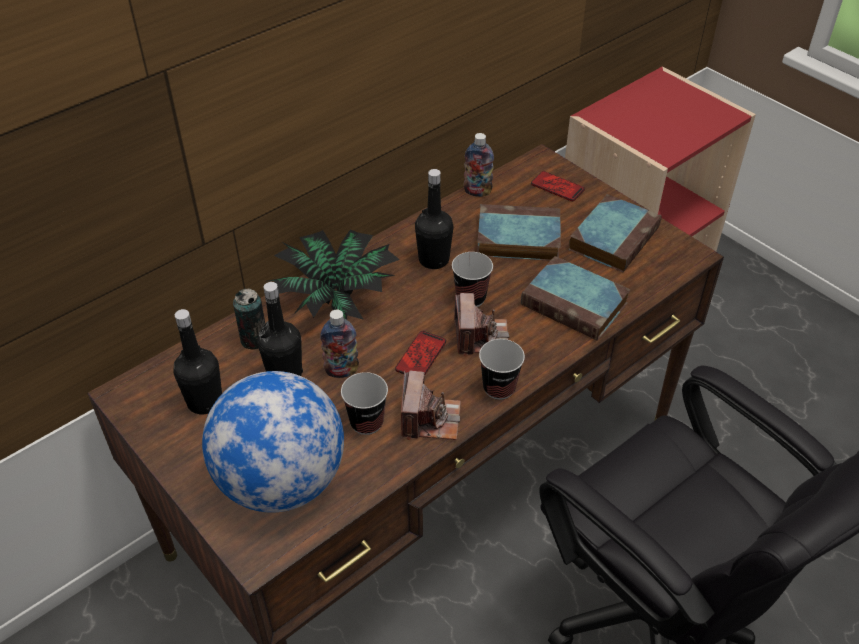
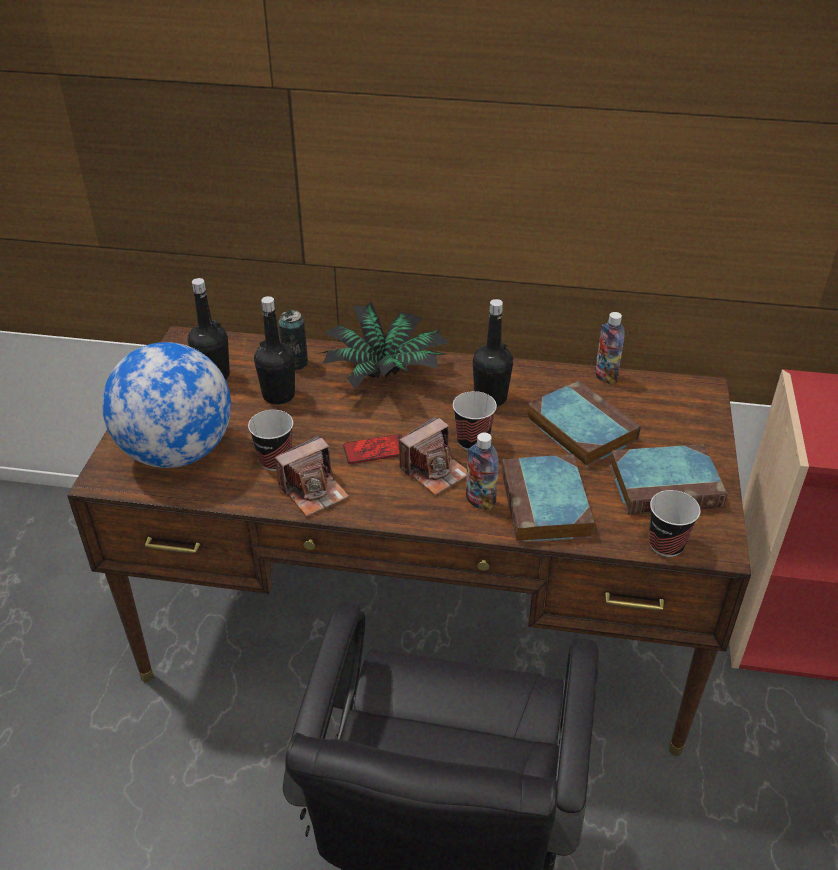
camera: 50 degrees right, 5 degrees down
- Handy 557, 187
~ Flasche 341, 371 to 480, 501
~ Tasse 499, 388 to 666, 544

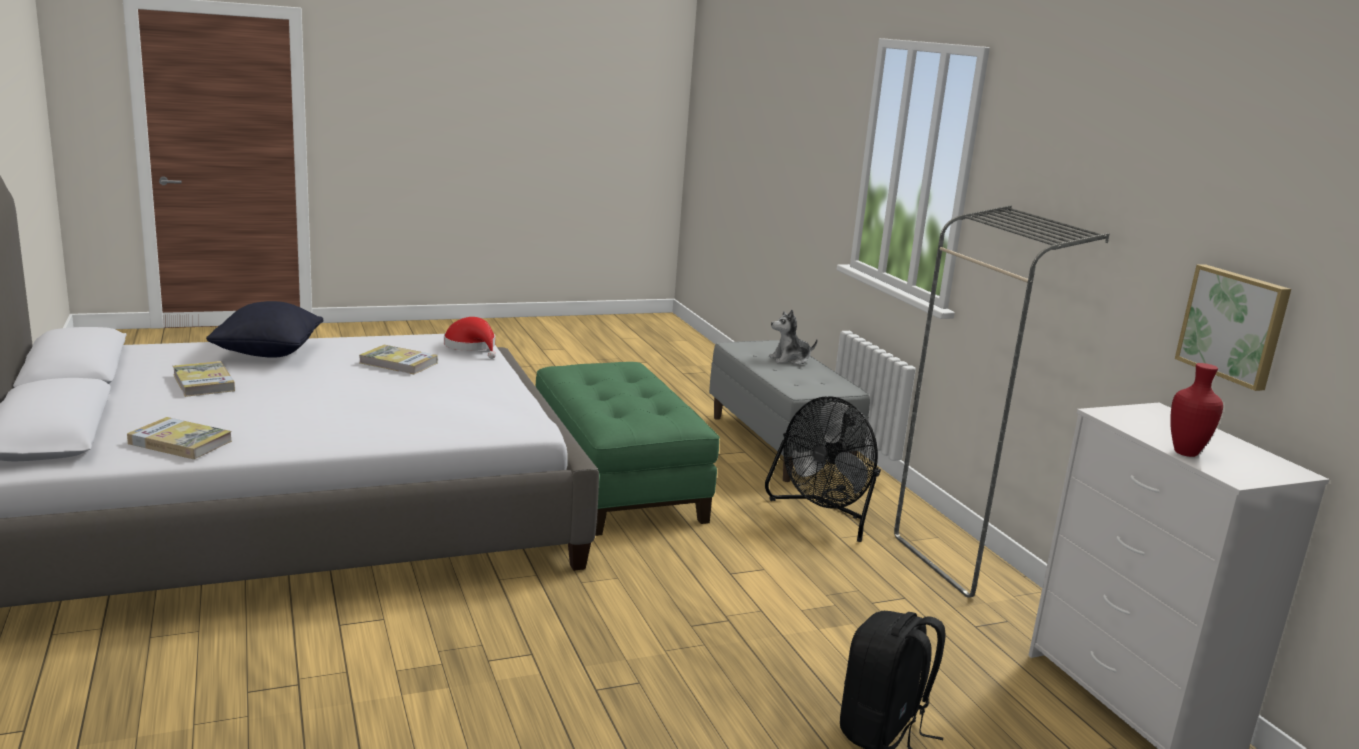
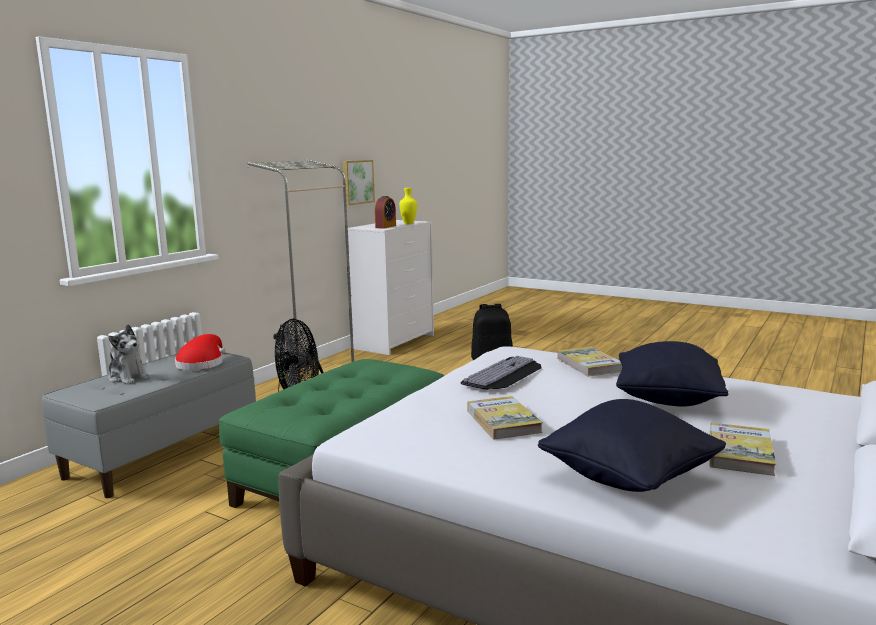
camera: 125 degrees left, 5 degrees down
+ Wecker 385, 227
+ Tastatur 505, 374
+ Kissen [schwarz] 667, 400
~ Buch 180, 442 to 589, 364
~ Hut [rot] 472, 346 to 202, 363
~ Vase [rot] 1184, 452 to Vase [gelb] 408, 224

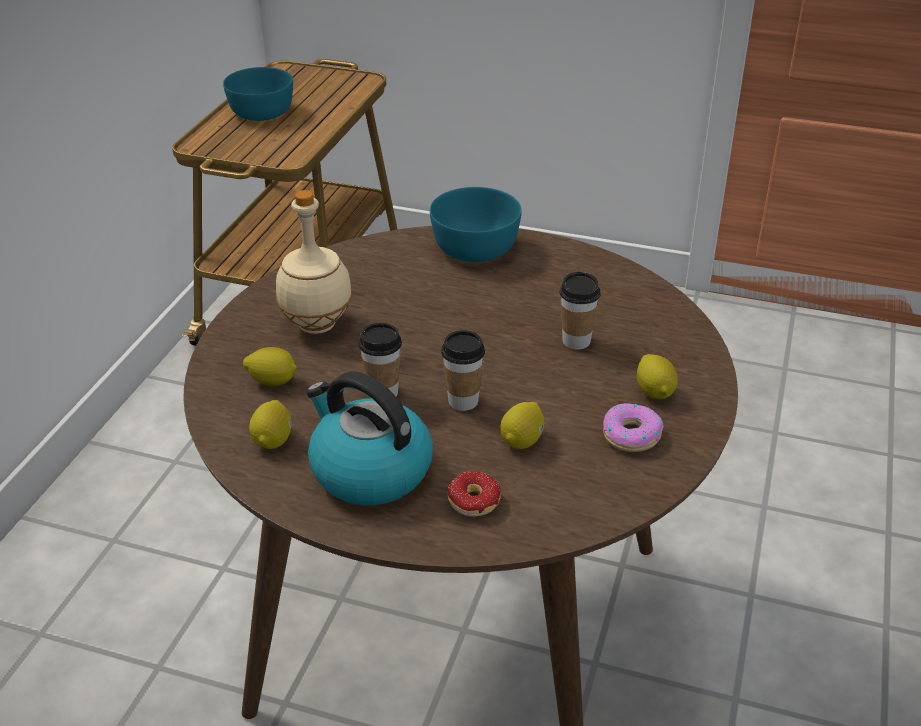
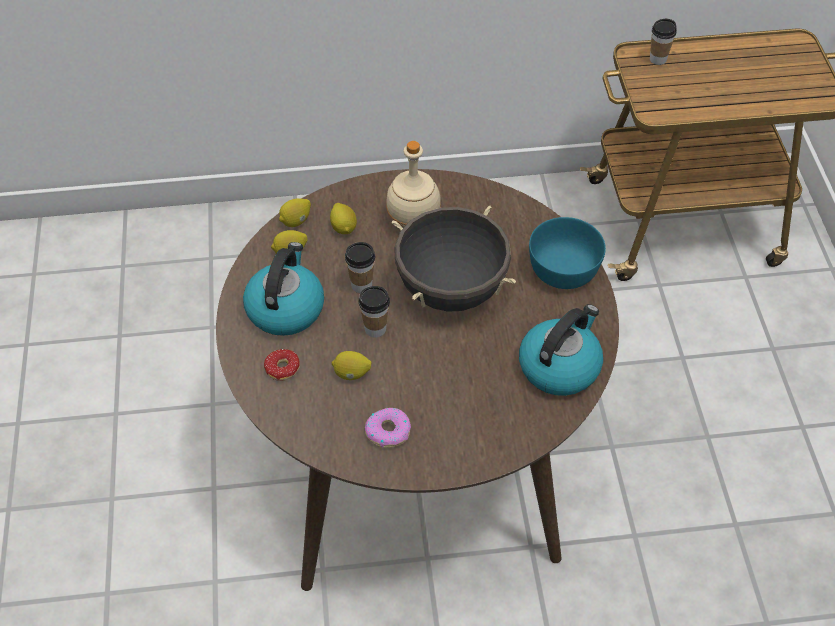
camera: 65 degrees right, 15 degrees up
- Schüssel [türkis] 263, 112
+ Kochtopf [schwarz] 451, 290
+ Wasserkessel 559, 366
~ Tasse 576, 341 to 658, 59
~ Zitrone 654, 391 to 296, 221

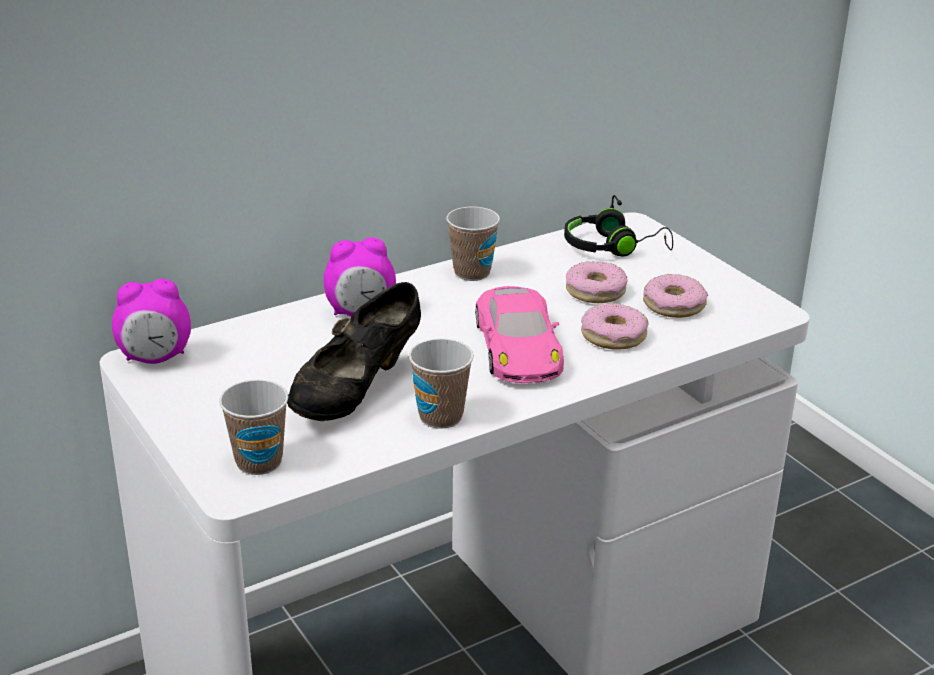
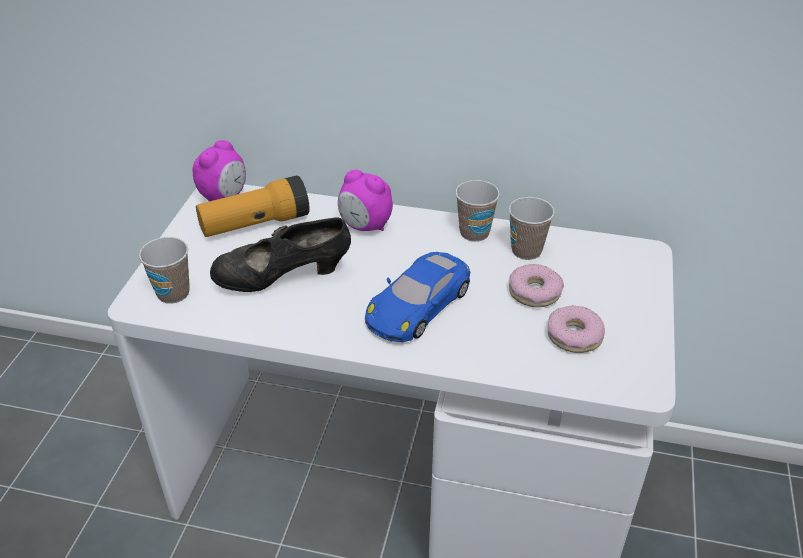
camera: 45 degrees right, 10 degrees up
- Kopfhörer [schwarz] 613, 247
- Donut 613, 336
+ Taschenlampe 255, 224
~ Tasse 440, 417 to 526, 251
~ Spielzeugauto [rosa] 517, 347 to Spielzeugauto [blau] 418, 304
~ Wecker 155, 359 = 224, 197 90 degrees counterclockwise

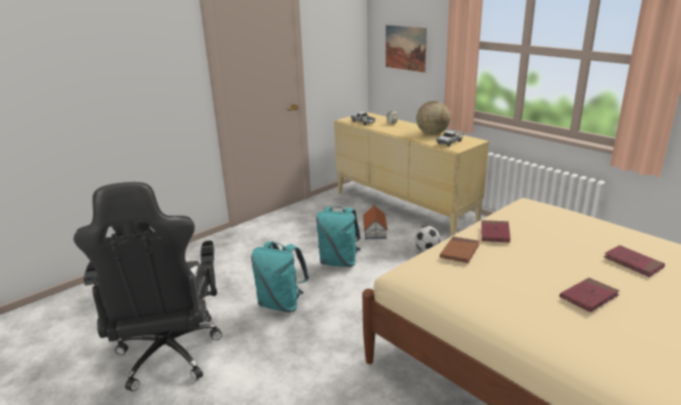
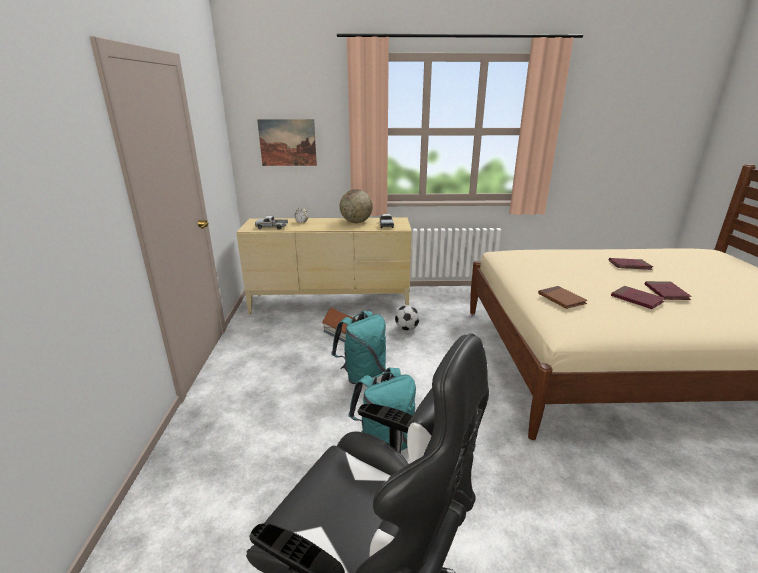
camera: 50 degrees left, 0 degrees up
~ Buch [rot] 495, 233 to 636, 299

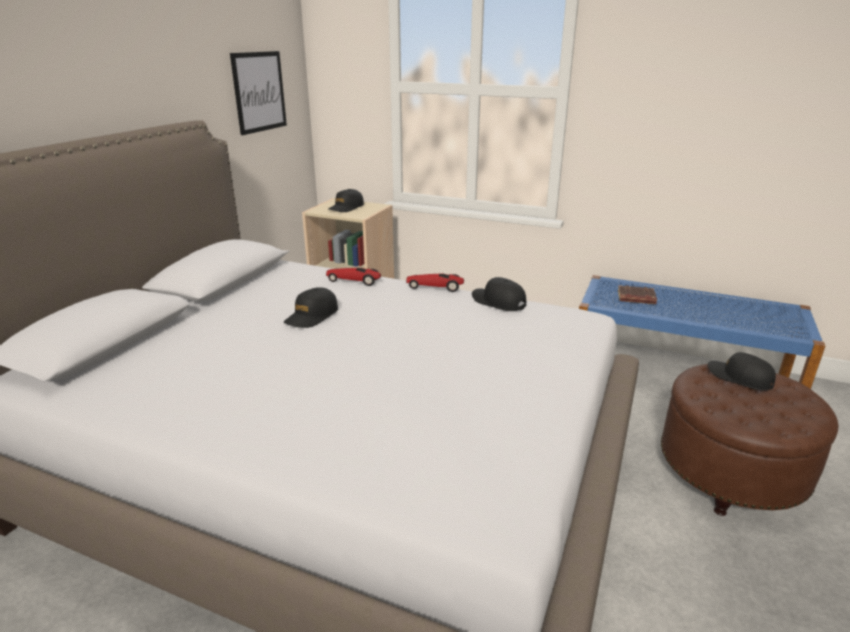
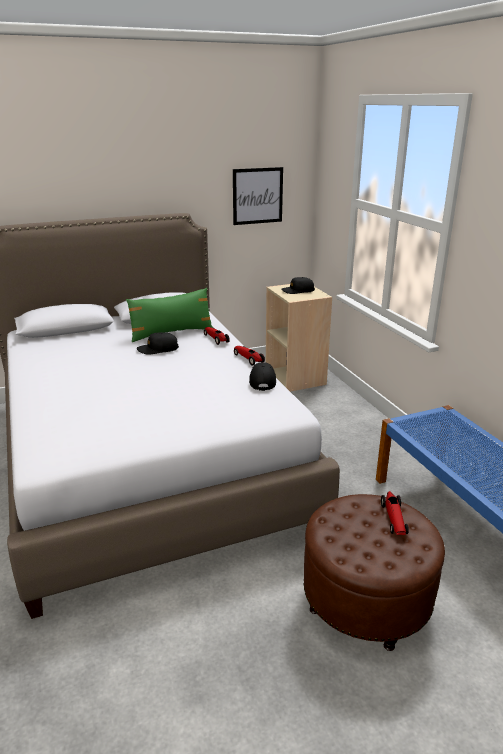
camera: 45 degrees right, 0 degrees up
- Buch [braun] 635, 298
+ Kissen [grün] 171, 333
~ Kappe [schwarz] 739, 377 to Spielzeugauto 394, 518

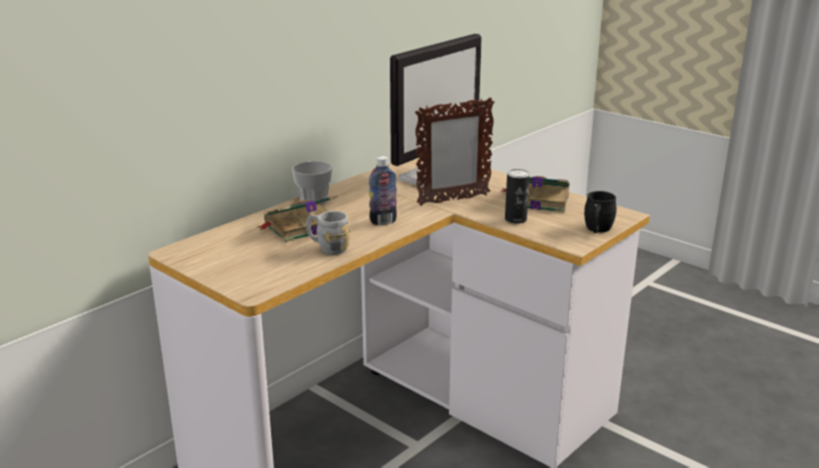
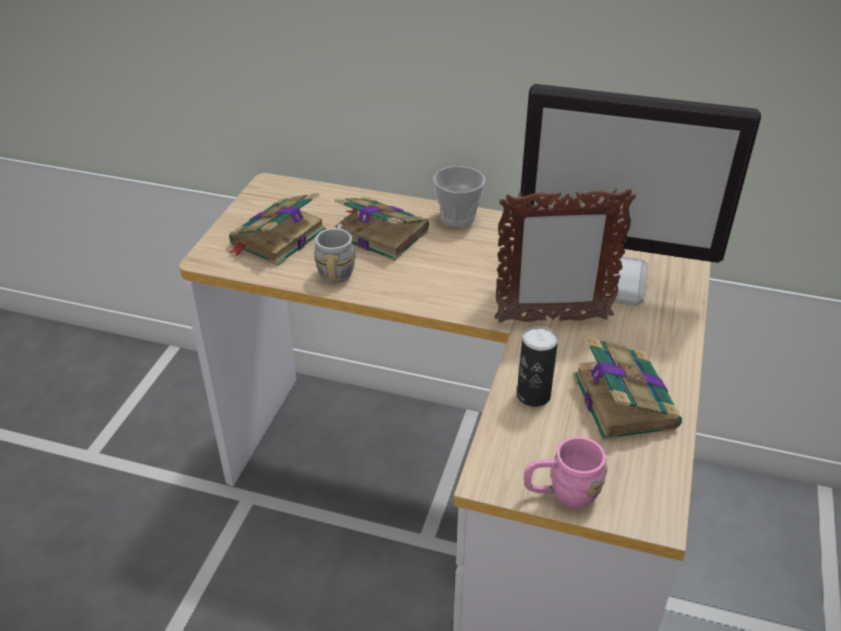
camera: 65 degrees right, 15 degrees up
- Flasche 383, 221
+ Buch 277, 238
~ Henkelbecher [schwarz] 597, 230 to Henkelbecher [rosa] 562, 493
~ Bilderrahmen 453, 200 = 552, 320 45 degrees counterclockwise

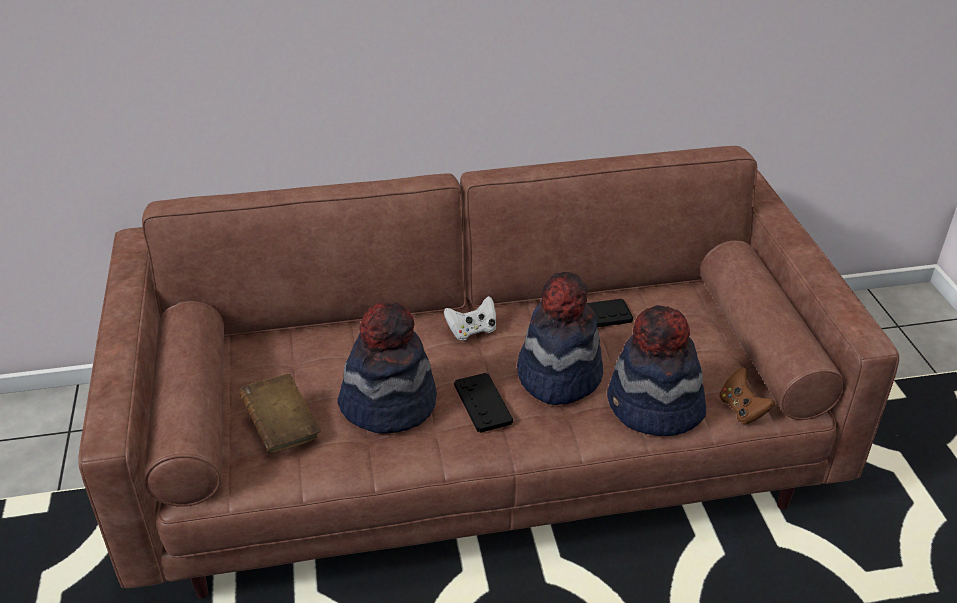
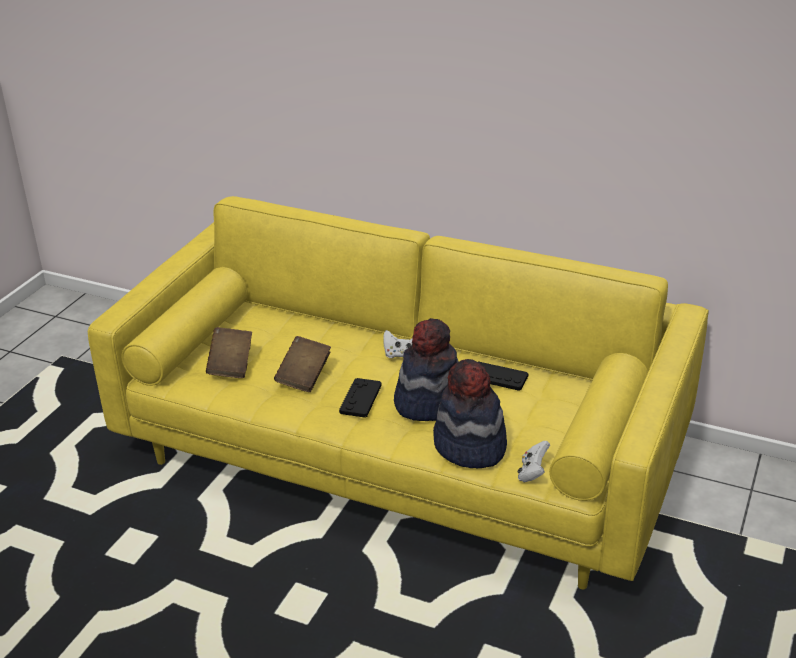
camera: 35 degrees right, 5 degrees down
~ Hut 388, 404 to Buch [braun] 304, 376
~ Sofa [braun] 479, 446 to Sofa [gelb] 402, 454
~ Gamepad [braun] 742, 409 to Gamepad [weiß] 532, 473

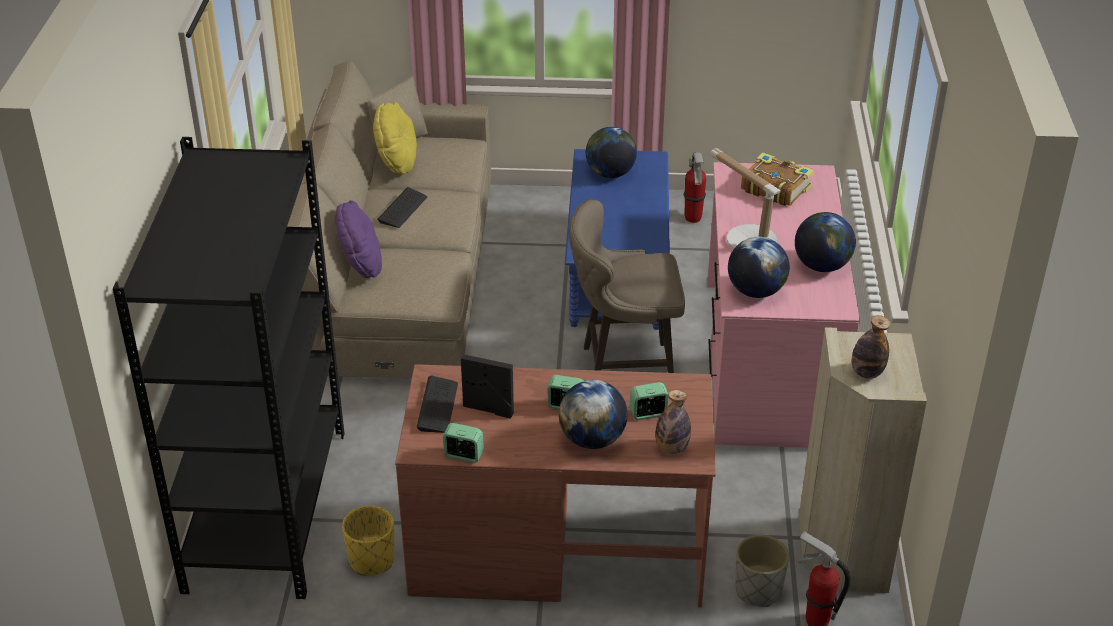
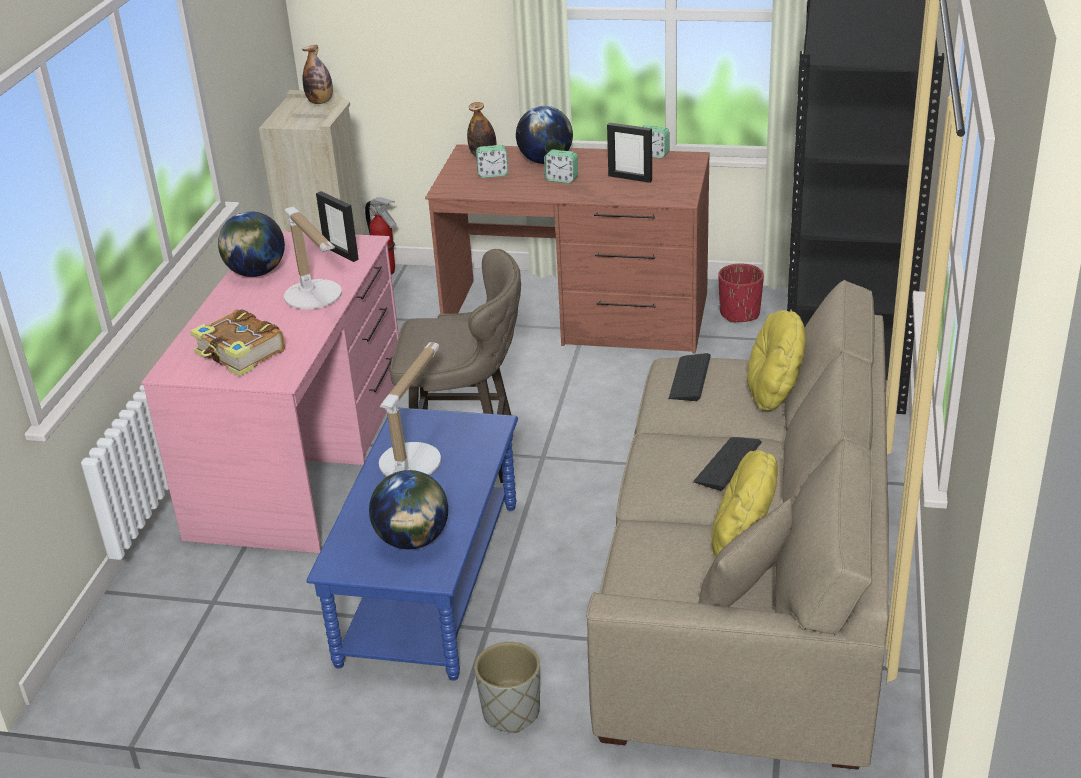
camera: 170 degrees left, 5 degrees down
- Feuerlöscher 693, 218
+ Tischlampe 414, 459
~ Tastatur 437, 406 to 690, 378
~ Pflanzkübel [grau] 758, 590 to 511, 713
~ Globus 756, 291 to Bilderrahmen 342, 253
~ Kissen [lila] 361, 268 to Kissen [gelb] 774, 396
~ Pflanzkübel [gelb] 371, 560 to Pflanzkübel [rot] 740, 314

